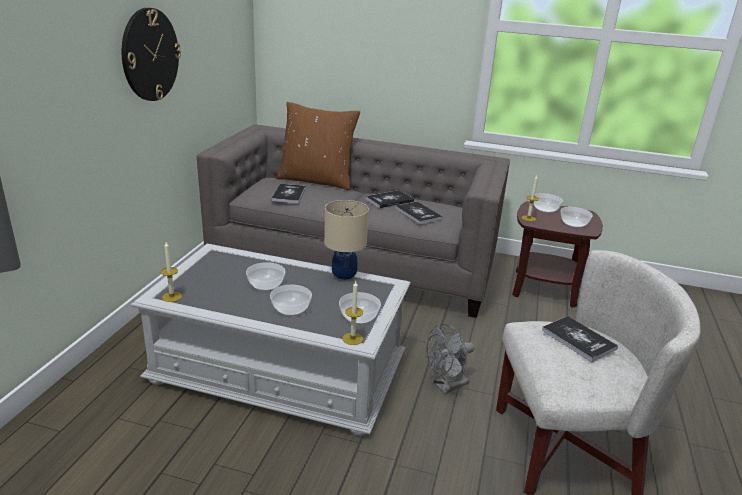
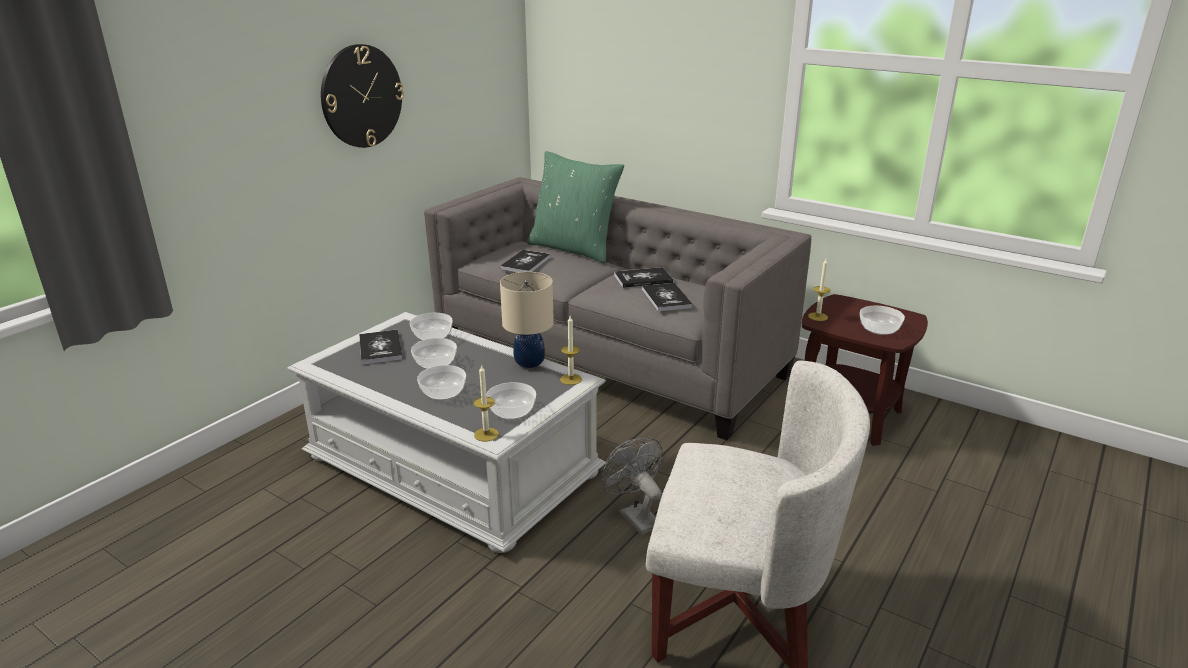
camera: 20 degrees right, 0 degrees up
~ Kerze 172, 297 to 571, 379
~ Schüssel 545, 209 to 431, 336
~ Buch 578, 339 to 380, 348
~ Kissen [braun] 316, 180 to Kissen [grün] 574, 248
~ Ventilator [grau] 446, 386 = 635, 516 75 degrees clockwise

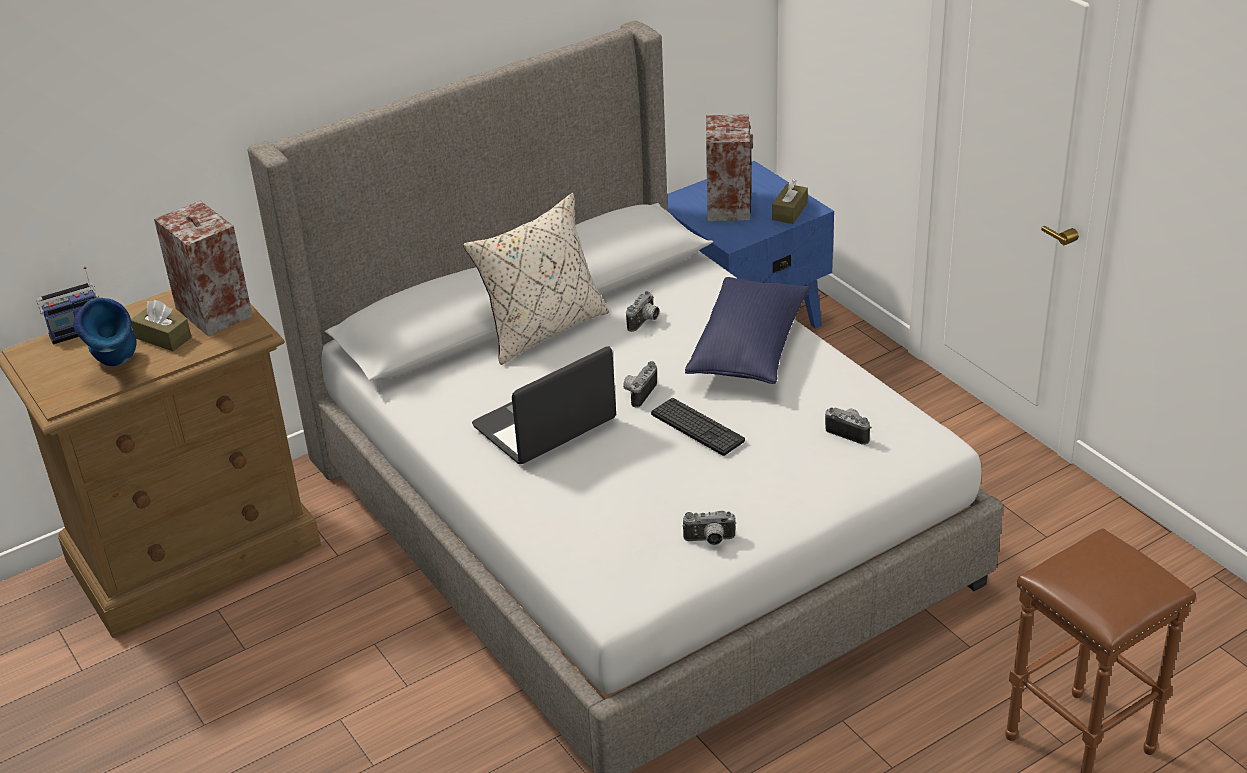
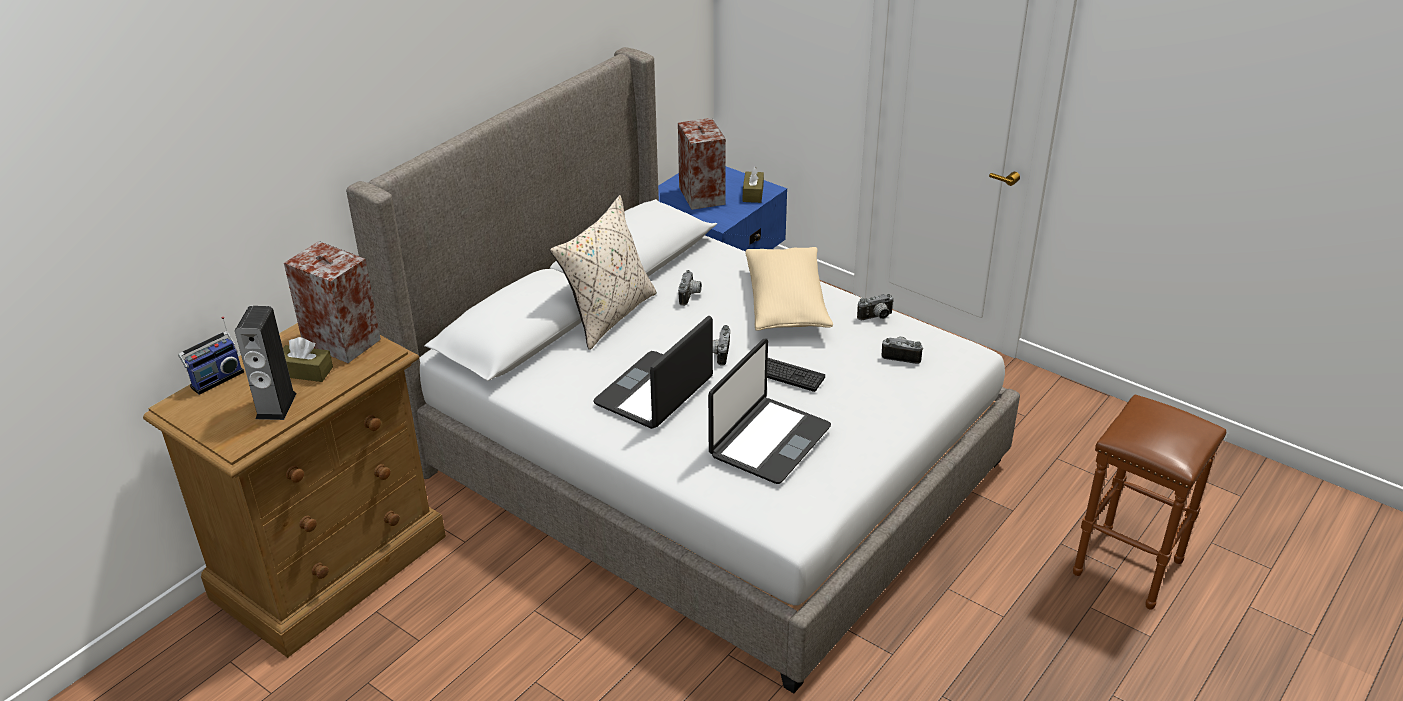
camera: 20 degrees left, 0 degrees up
+ Laptop 768, 441
~ Kamera 710, 541 to 876, 317
~ Vase [blau] 117, 368 to Lautsprecher 276, 406
~ Kissen [blau] 749, 349 to Kissen [beige] 786, 304

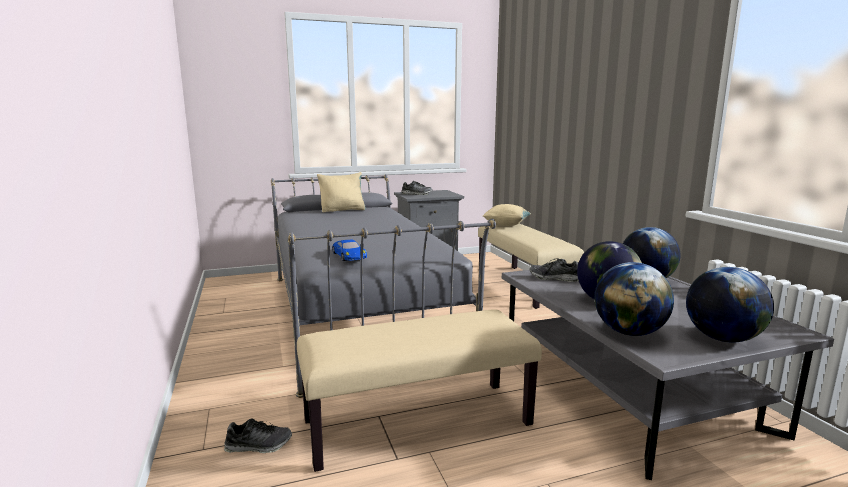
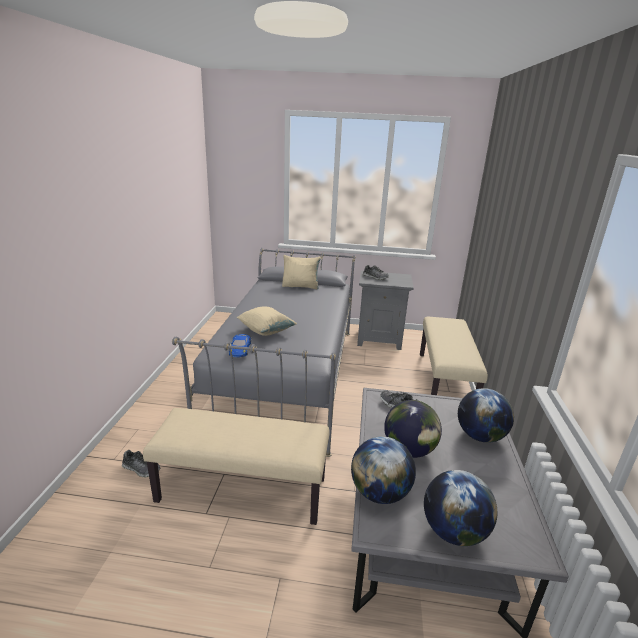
camera: 25 degrees right, 10 degrees up
~ Kissen [beige] 506, 225 to 266, 331

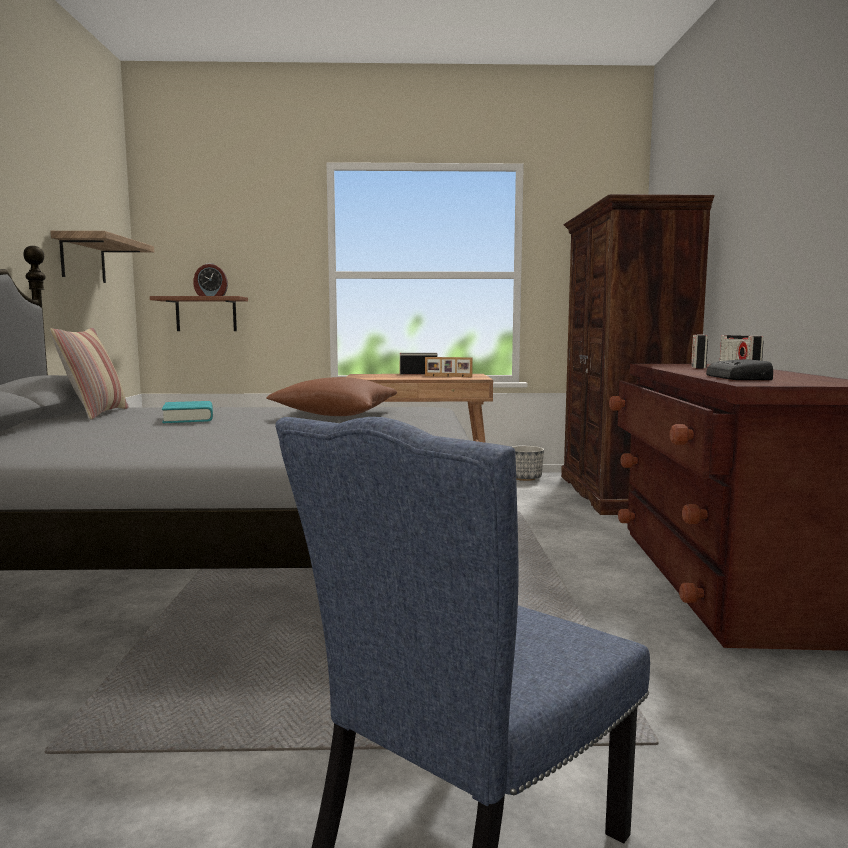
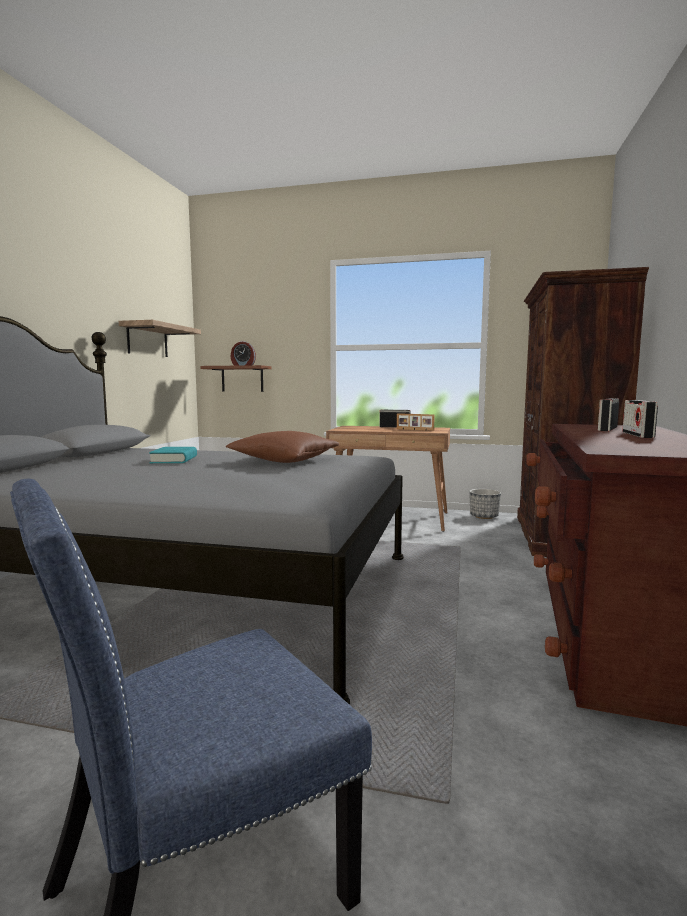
camera: 15 degrees right, 0 degrees up
- Kissen 96, 414
- Radio 739, 378

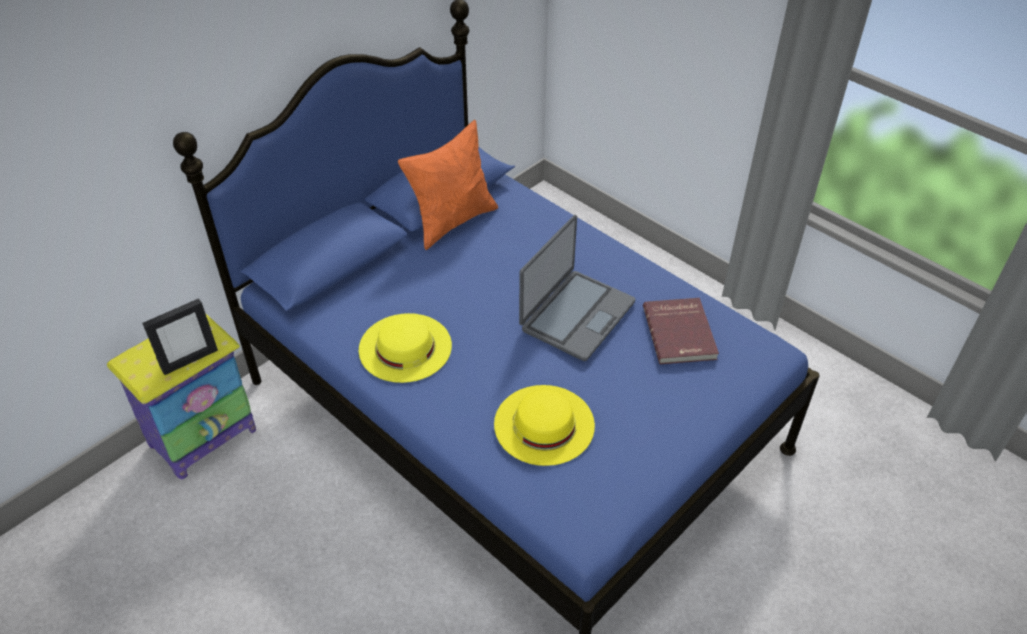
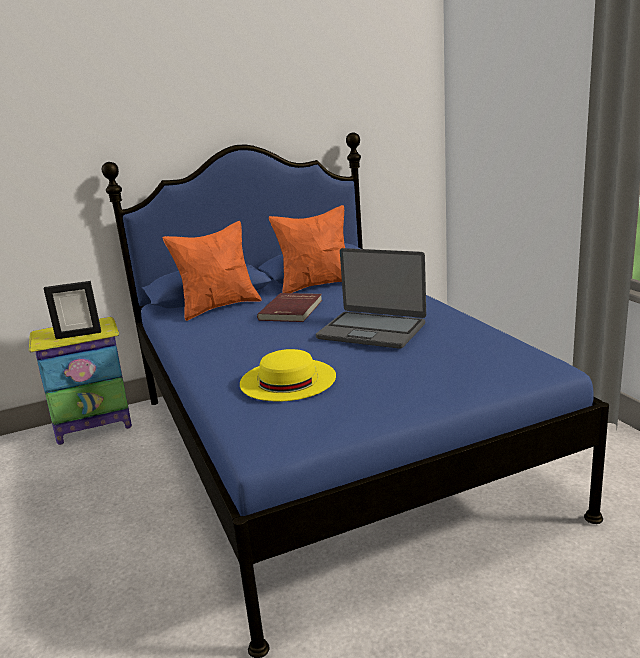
camera: 25 degrees right, 25 degrees down
- Hut [gelb] 405, 347
+ Kissen [orange] 219, 307
~ Buch [rot] 680, 333 to 292, 310
~ Laptop 576, 315 = 372, 330 60 degrees clockwise

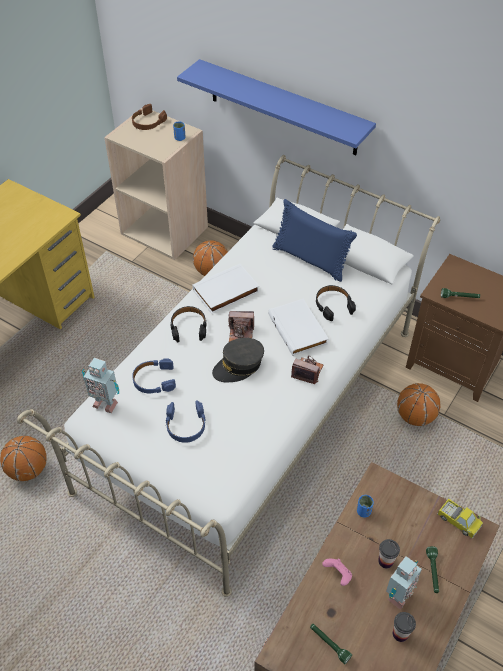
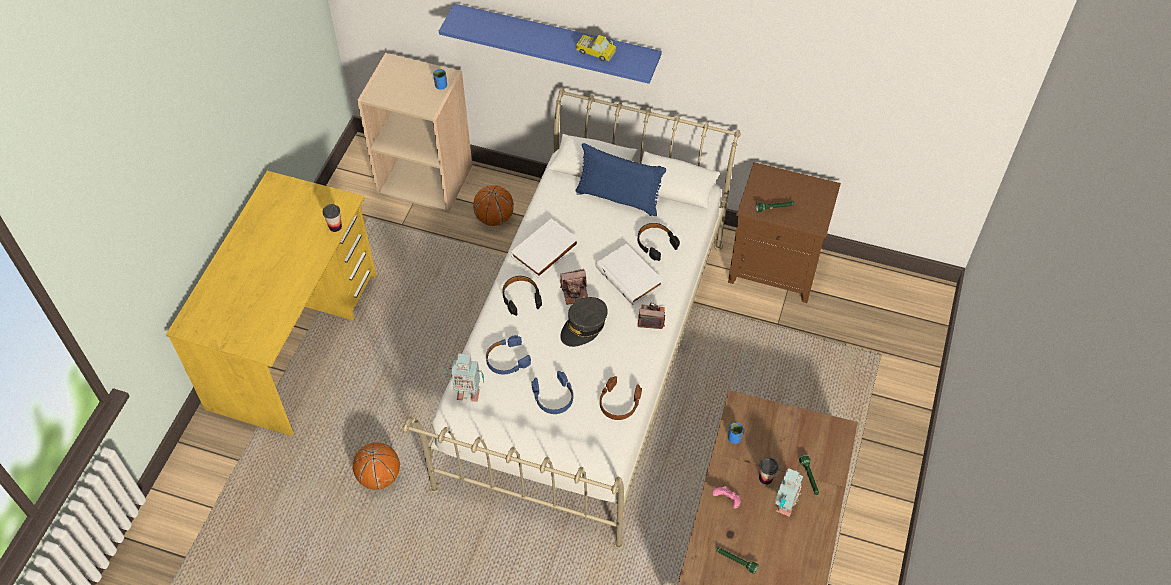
camera: 15 degrees left, 5 degrees up
- Basketball 415, 416
~ Kopfhörer [braun] 148, 122 to 619, 403
~ Tasse 400, 633 to 335, 226
~ Spielzeuglaster 458, 521 to 595, 52

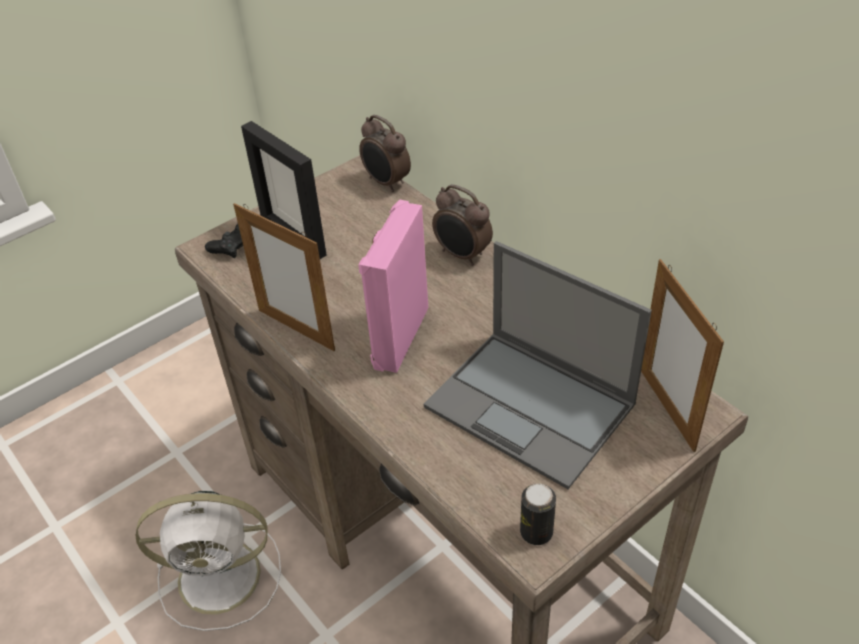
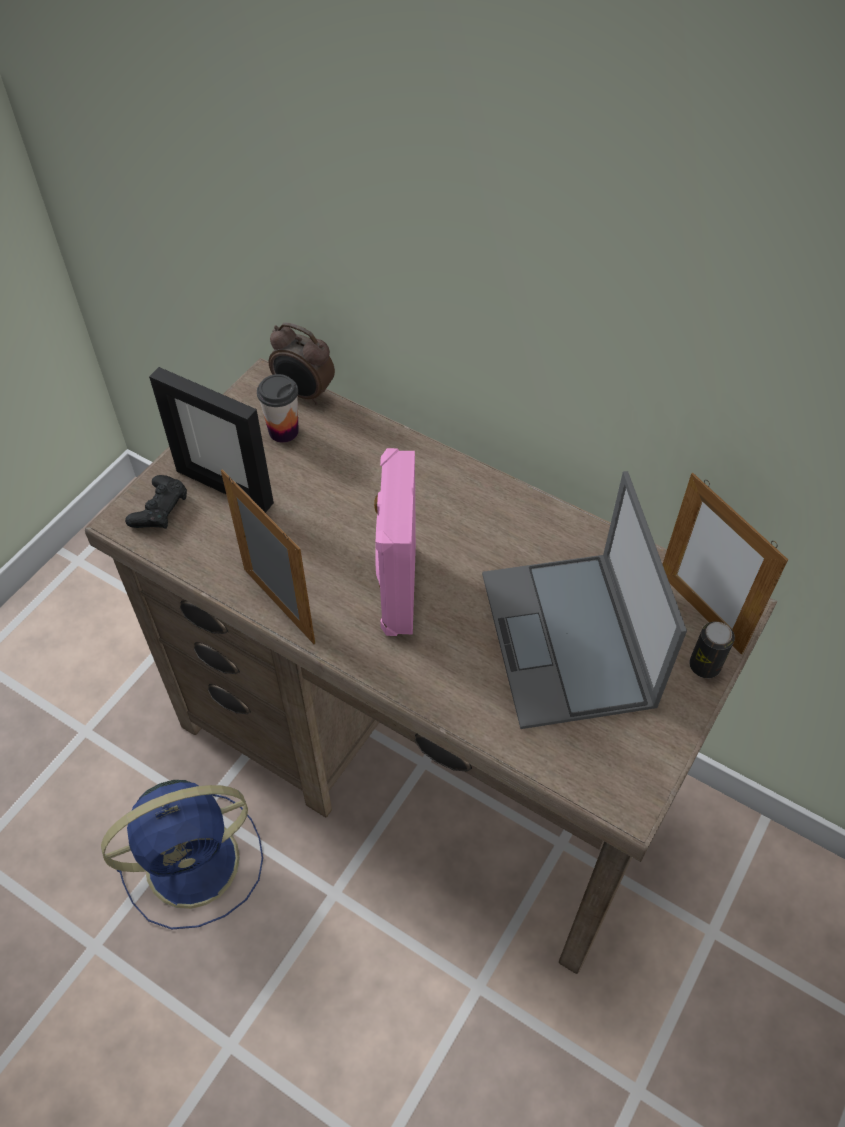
camera: 20 degrees left, 10 degrees up
- Wecker 462, 255
+ Tasse 283, 431
~ Dose 536, 532 to 704, 665
~ Ventilator [weiß] 223, 576 to Ventilator [blau] 197, 860
~ Bilderrahmen 296, 329 = 278, 606 150 degrees counterclockwise
~ Laptop 532, 406 = 568, 641 60 degrees clockwise

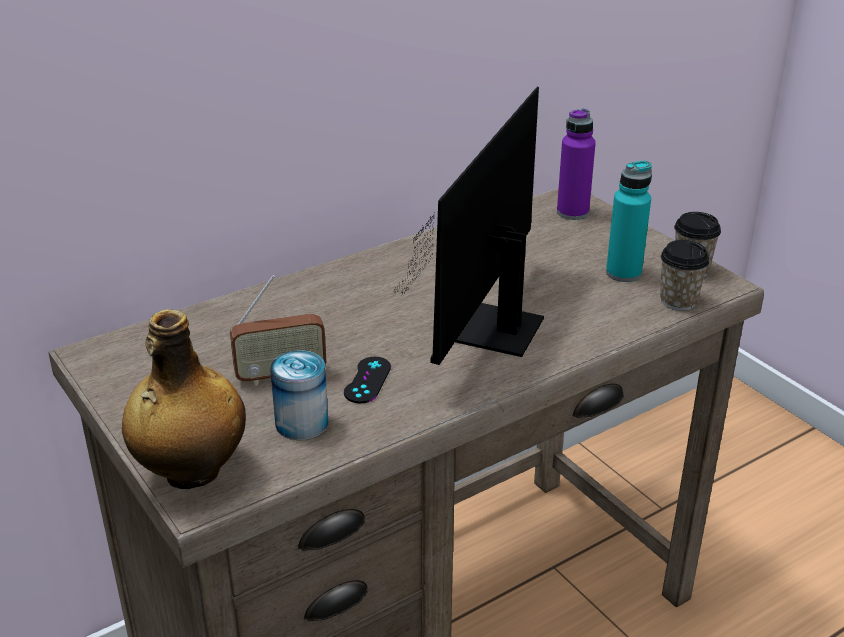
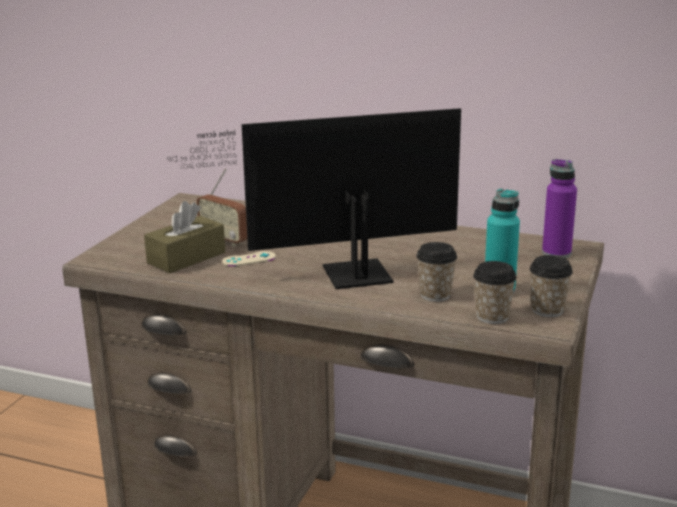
camera: 55 degrees right, 10 degrees down
- Flasche 191, 473
+ Tasse 435, 295
~ Dose 302, 423 to Taschentuchbox [braun] 186, 258
~ Gamepad [schwarz] 367, 380 to Gamepad [beige] 249, 259

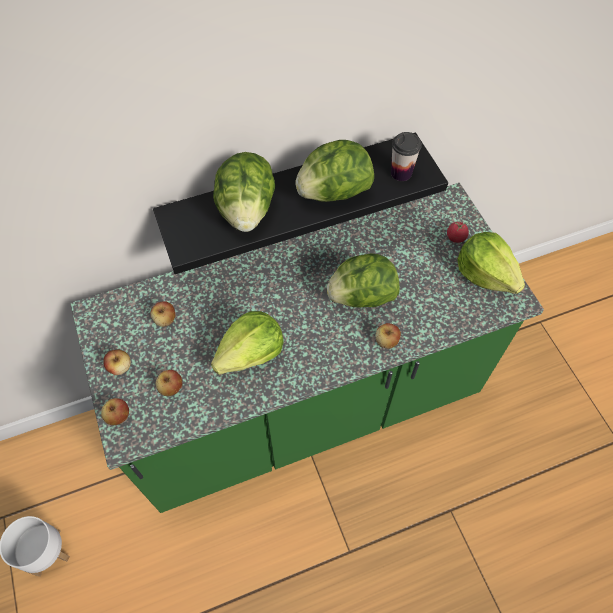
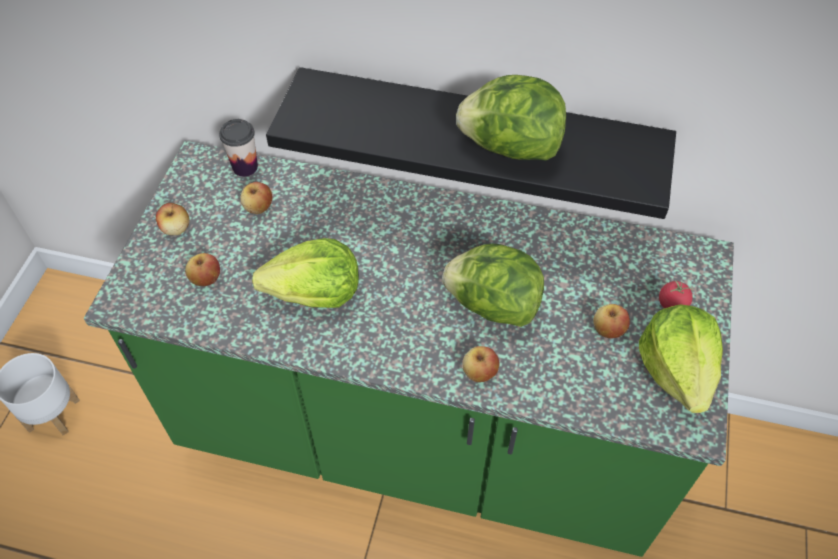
camera: 35 degrees right, 5 degrees down
- Salatkopf 247, 211
~ Apfel 118, 416 to 608, 330
~ Tasse 401, 173 to 245, 167

